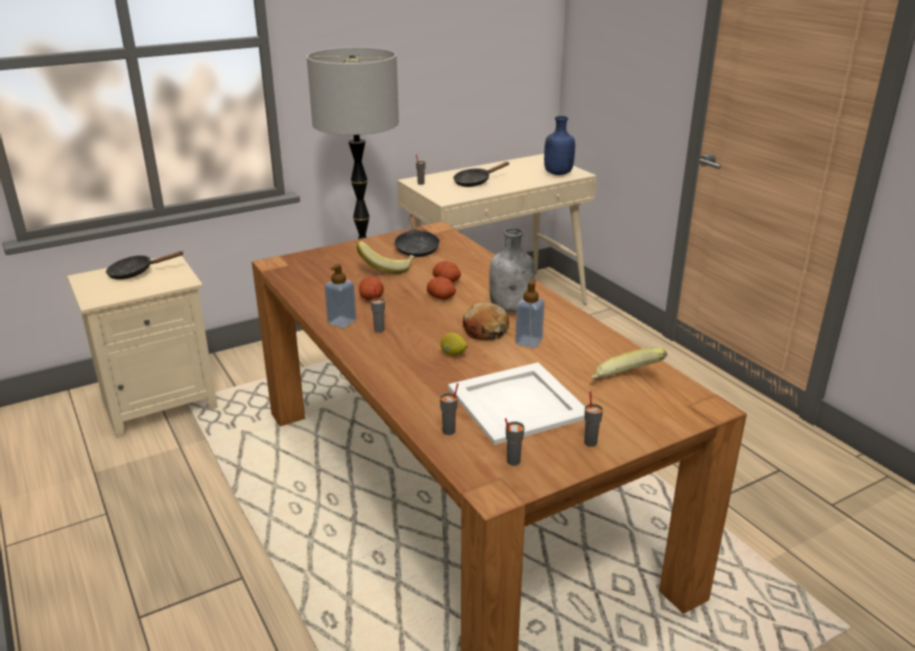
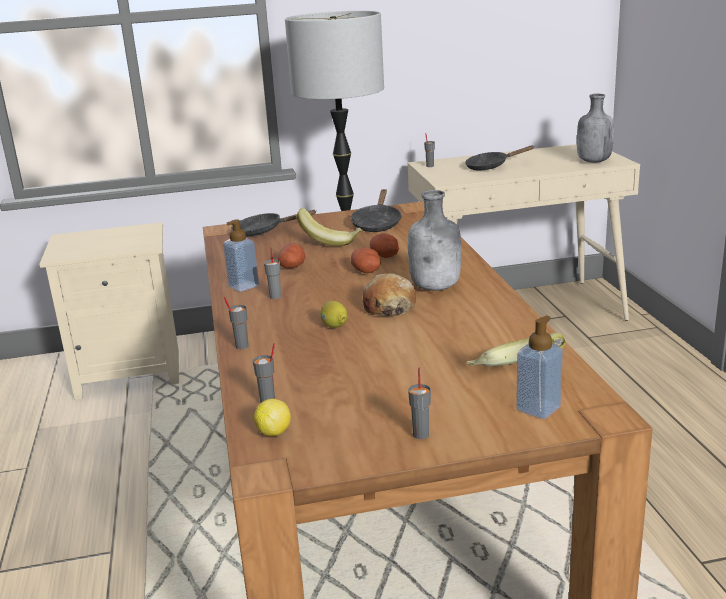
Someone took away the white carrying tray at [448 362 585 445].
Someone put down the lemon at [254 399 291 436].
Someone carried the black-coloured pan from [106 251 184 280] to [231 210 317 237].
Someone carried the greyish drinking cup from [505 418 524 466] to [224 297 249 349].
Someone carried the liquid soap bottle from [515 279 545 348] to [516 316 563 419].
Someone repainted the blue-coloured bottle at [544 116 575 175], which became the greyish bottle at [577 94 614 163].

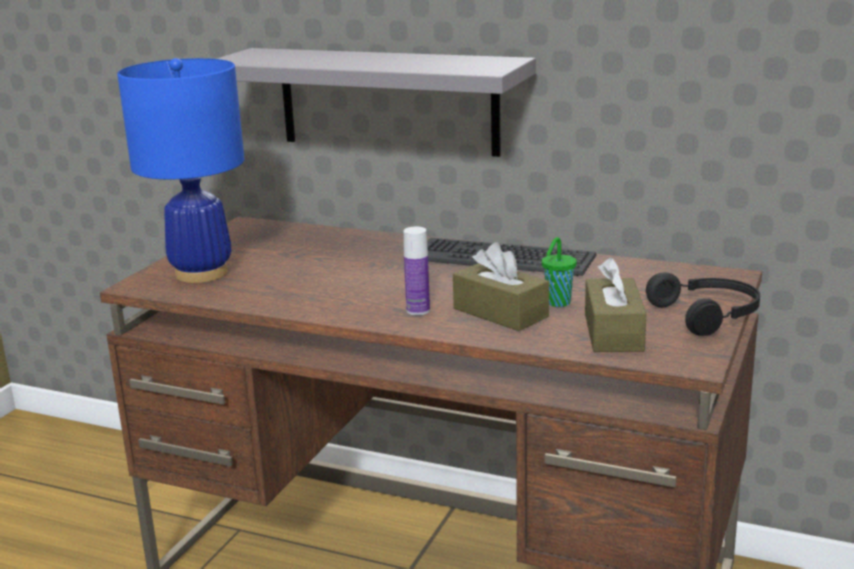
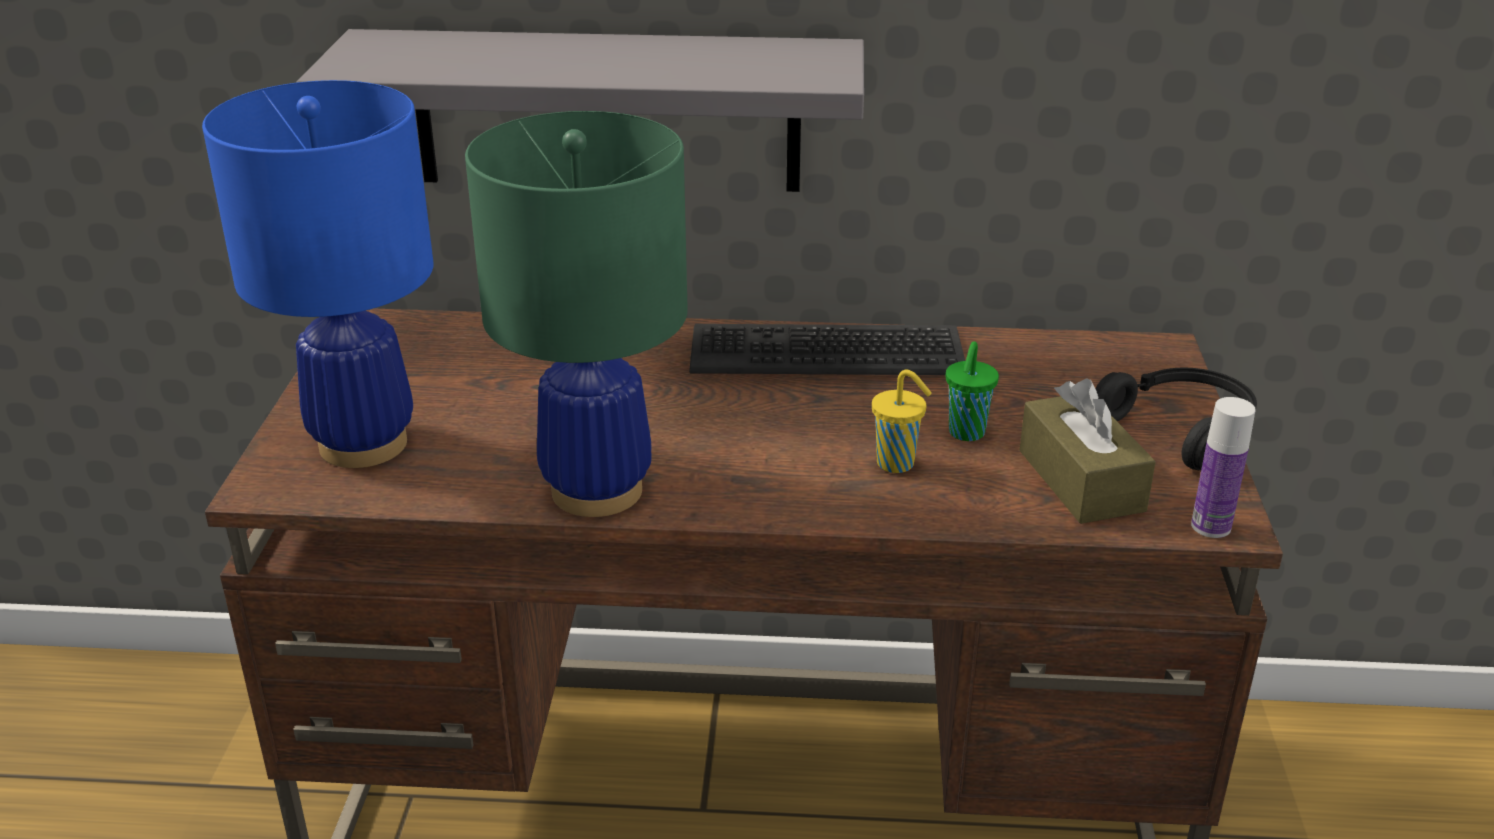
Someone put down the greenish tabletop lamp at [465 111 688 517].
Someone carried the bottle from [403 227 430 315] to [1191 397 1256 538].
Someone swapped the brownish tissue box at [453 242 549 331] for the yellow drinking cup at [872 369 932 473].

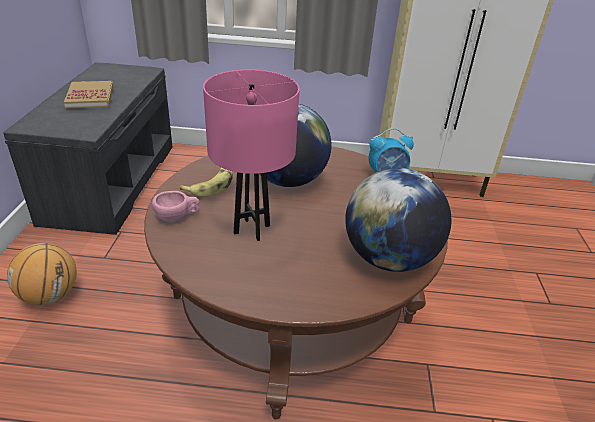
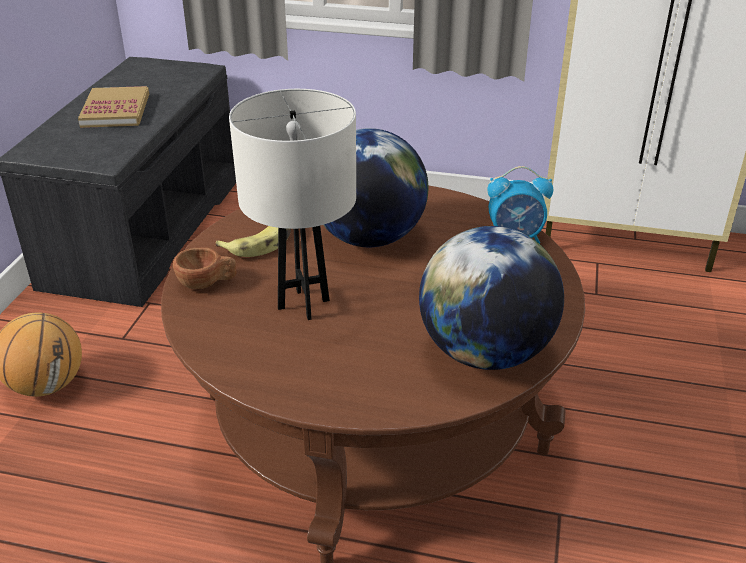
Someone repainted the pinkish drinking cup at [152 191 200 222], which became the brownish drinking cup at [173 247 237 289].
Someone repainted the pinkish tabletop lamp at [203 69 300 241], which became the white tabletop lamp at [229 89 356 320].

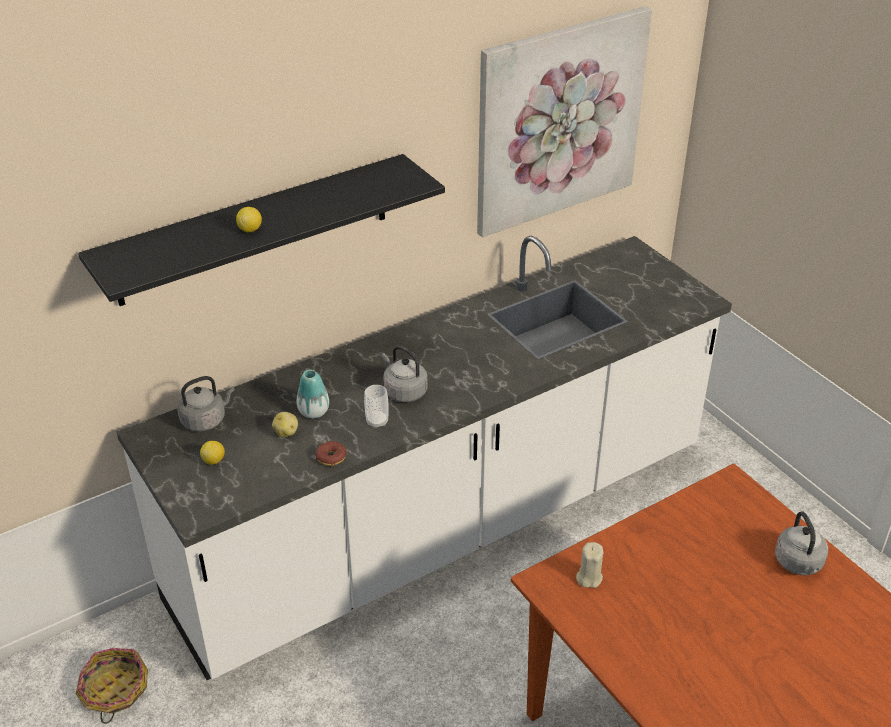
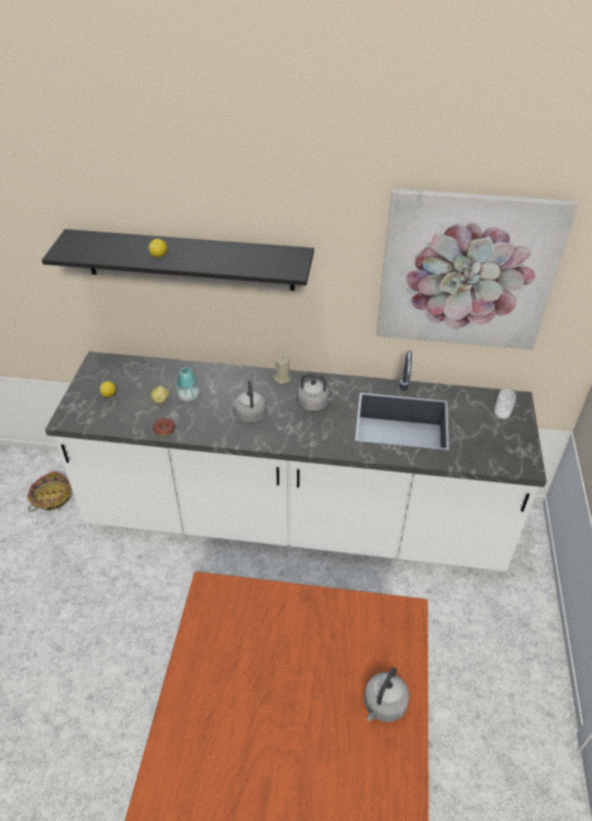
Someone carried the greyish water kettle from [177 376 235 431] to [297 374 339 412].
Someone carried the drinking cup from [364 385 389 428] to [494 389 516 420].
Someone carried the beige-coloured wax light from [576 542 603 588] to [274 355 291 384].

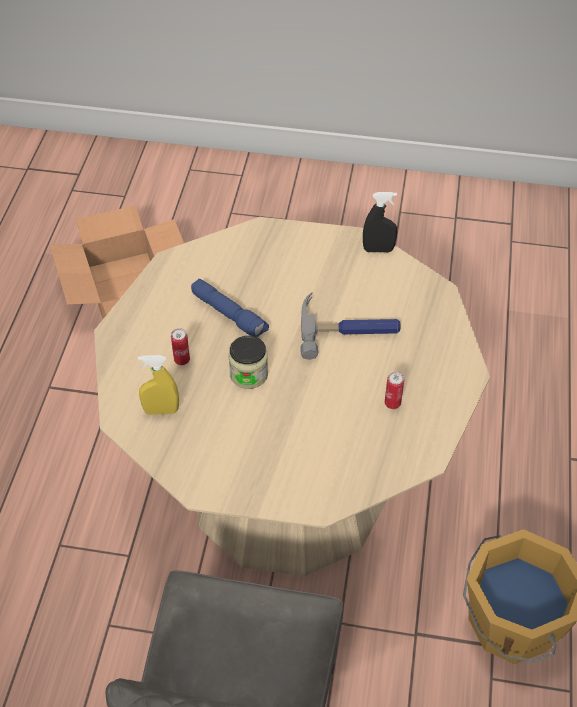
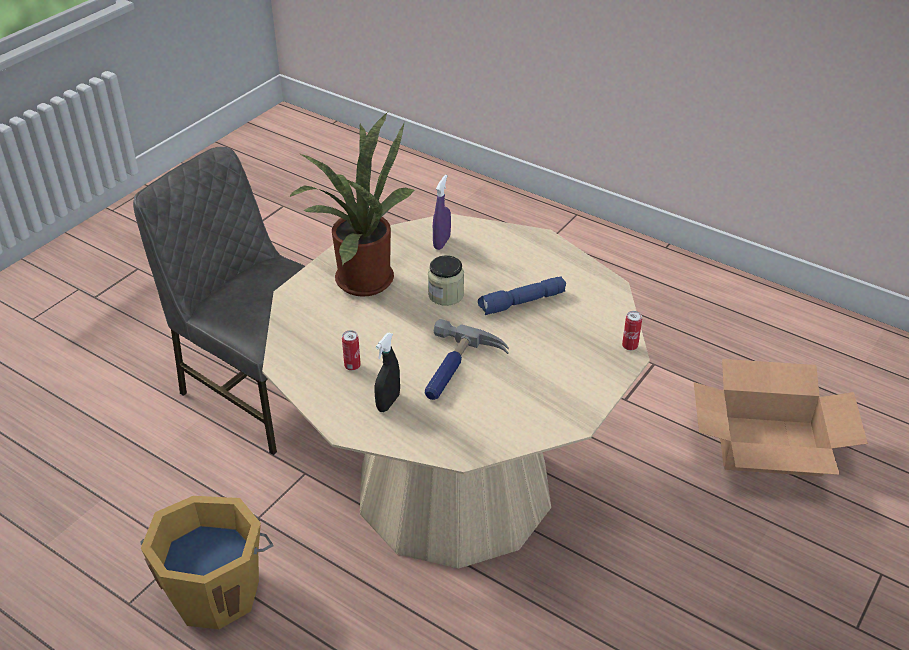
Someone put down the houseplant at [289 112 416 297].
Someone carried the metal can from [171 328 190 365] to [622 311 642 350].
Someone carried the black-coloured hand sprayer from [363 192 397 252] to [374 333 400 412].
Someone repainted the yellow hand sprayer at [138 355 179 415], which became the purplish hand sprayer at [433 175 451 250].

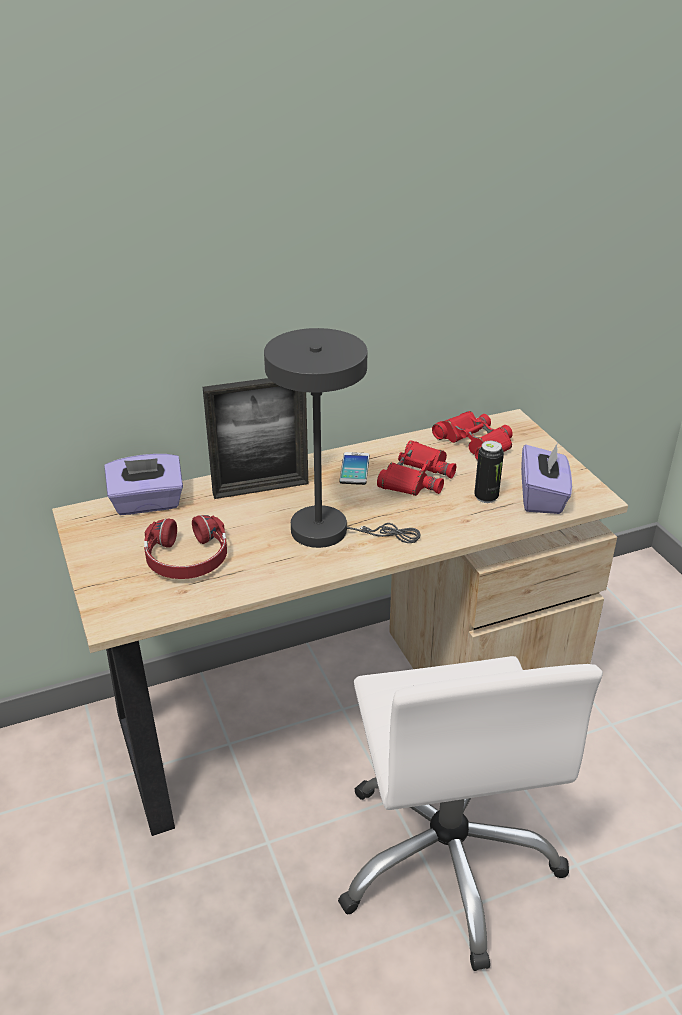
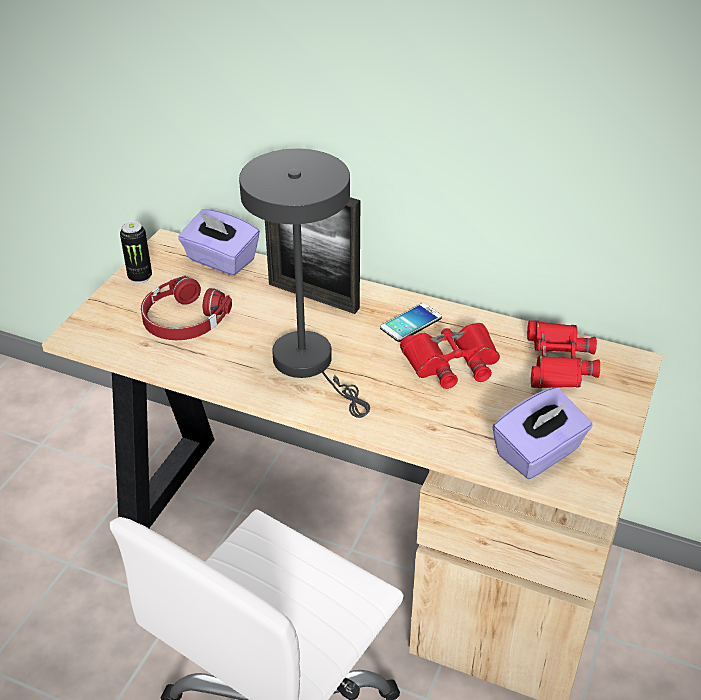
Someone carried the metal can from [474 441 504 503] to [120 221 152 283].

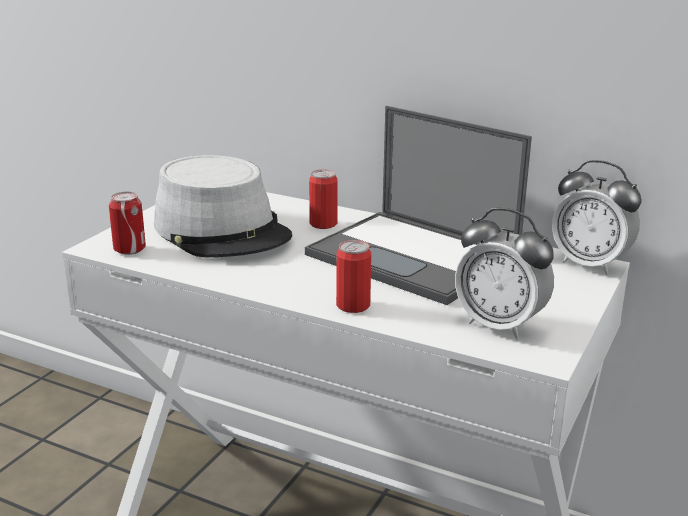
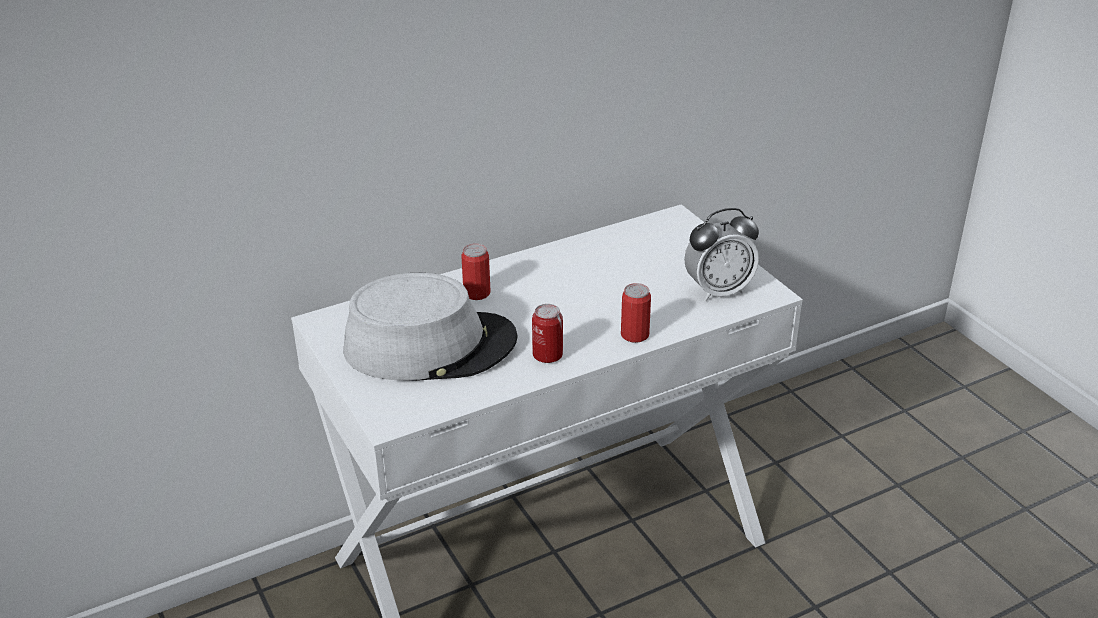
Someone took away the portable computer at [305 106 532 305].
Someone took away the alarm clock at [552 160 641 275].
Someone carried the metal can from [109 192 146 255] to [532 304 563 363].

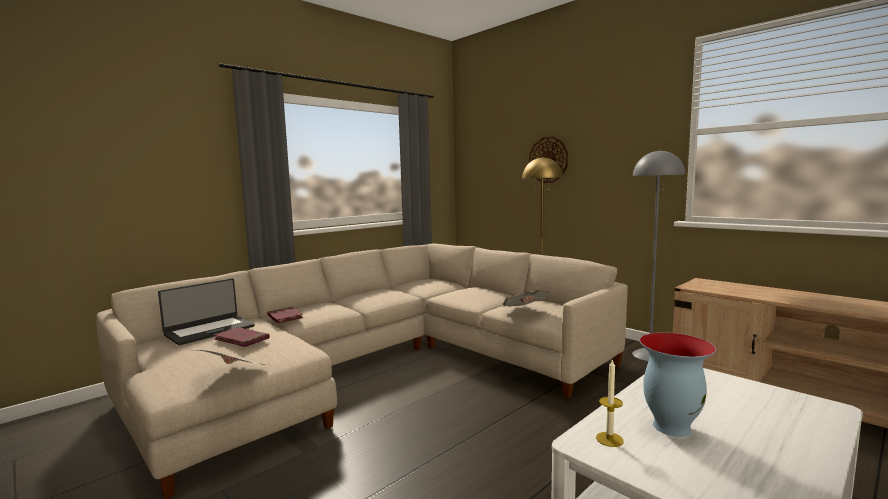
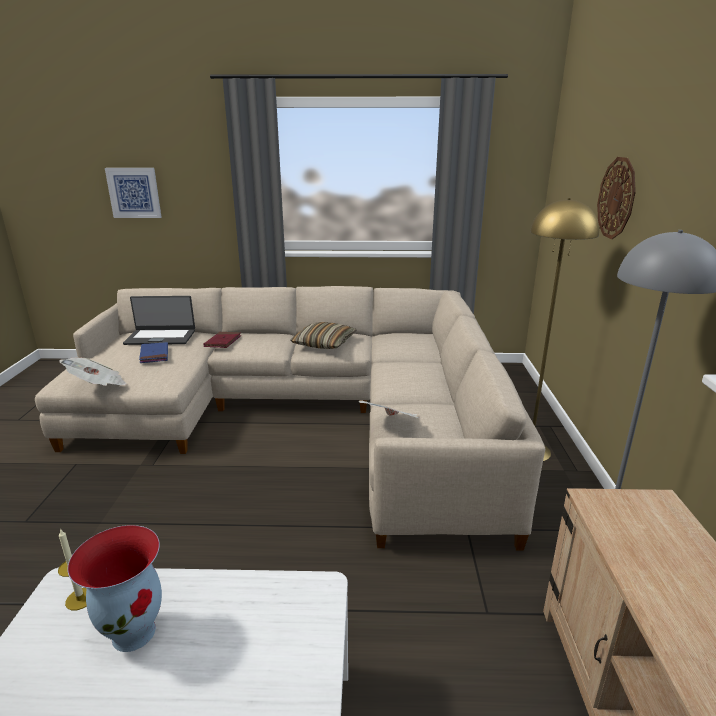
Someone put up the picture at [105 168 162 218].
Someone put down the pillow at [290 322 357 349].
Someone repainted the reddish volume at [214 327 270 347], which became the blue-coloured volume at [139 342 168 363].

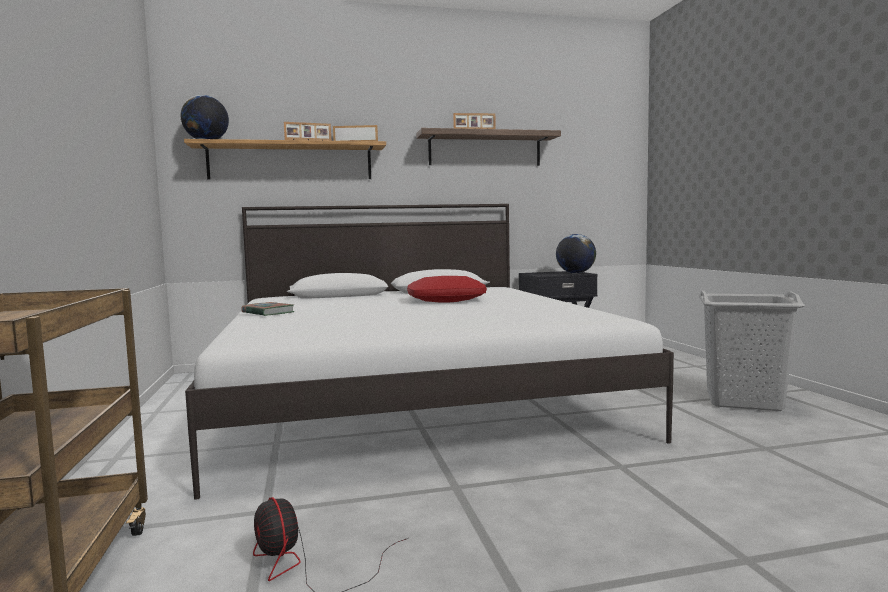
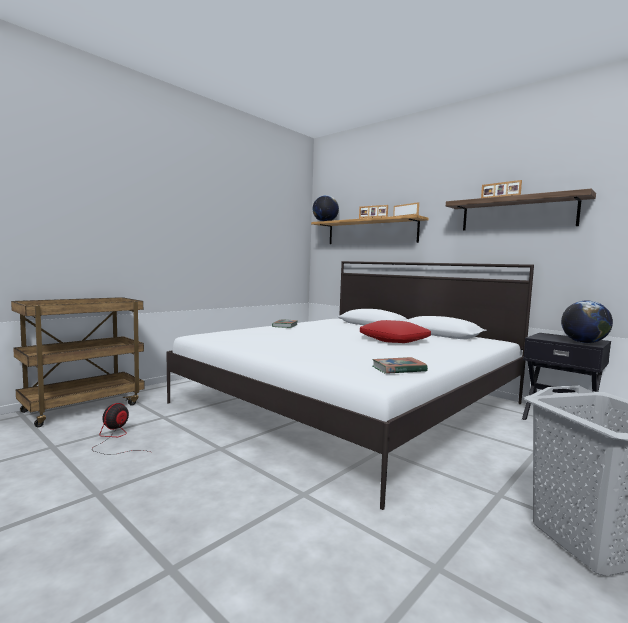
Someone put down the volume at [372 357 428 374].

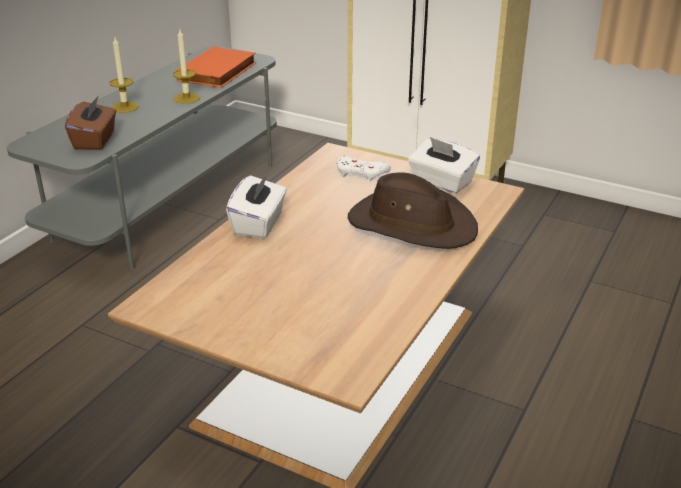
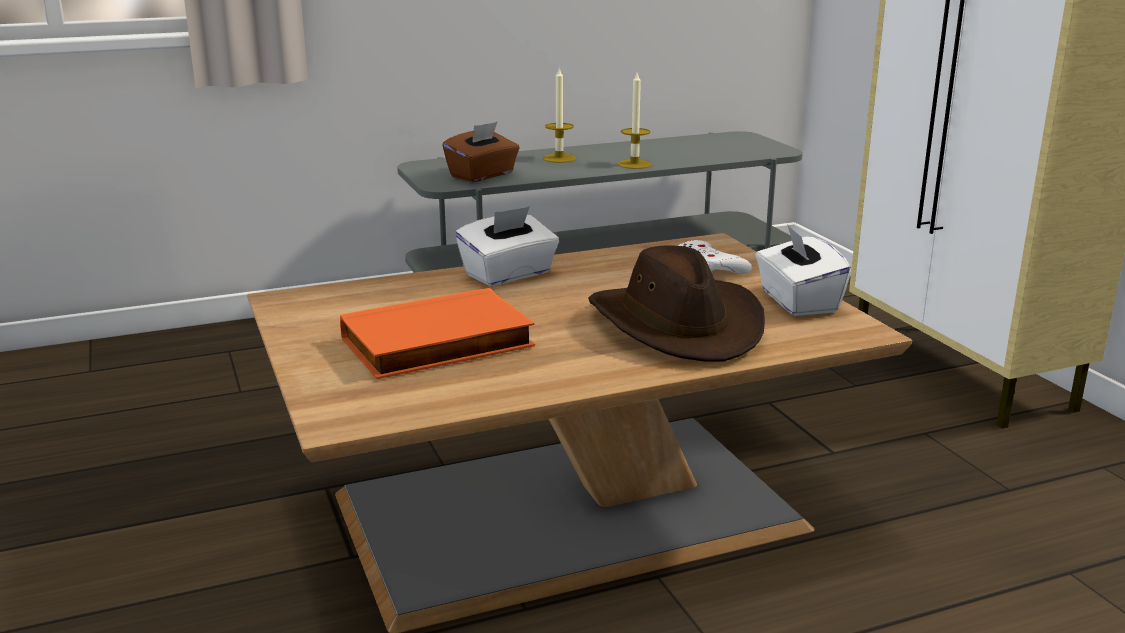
Someone carried the orange volume from [177 46 256 88] to [340 288 535 379].

